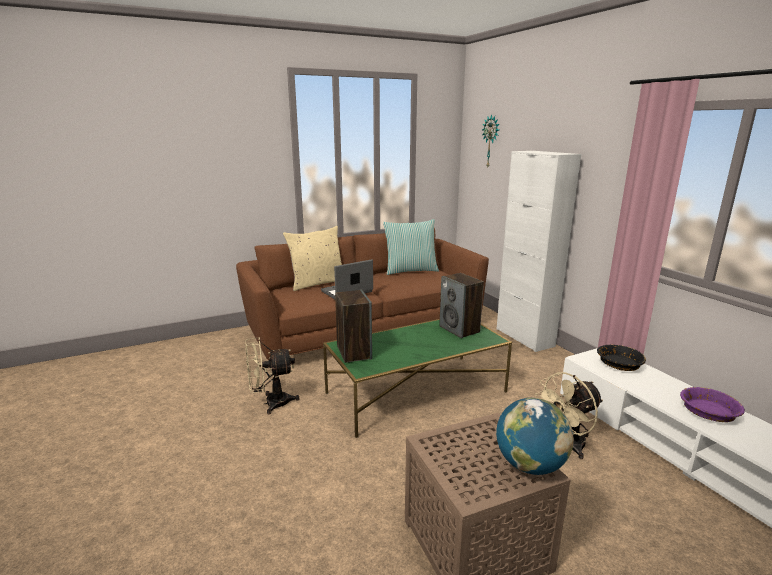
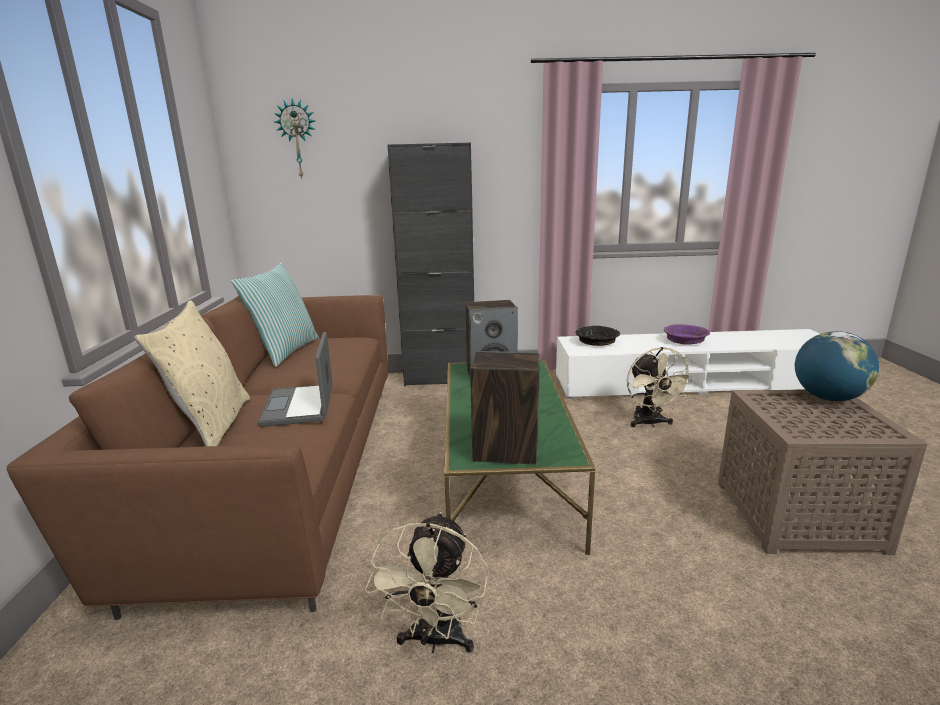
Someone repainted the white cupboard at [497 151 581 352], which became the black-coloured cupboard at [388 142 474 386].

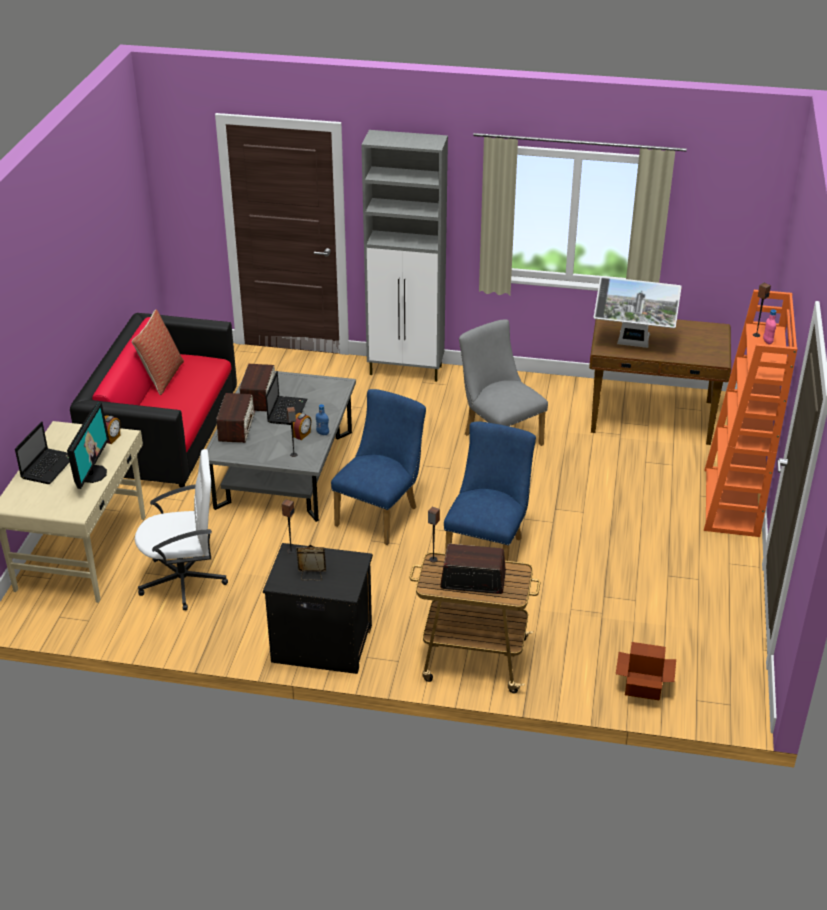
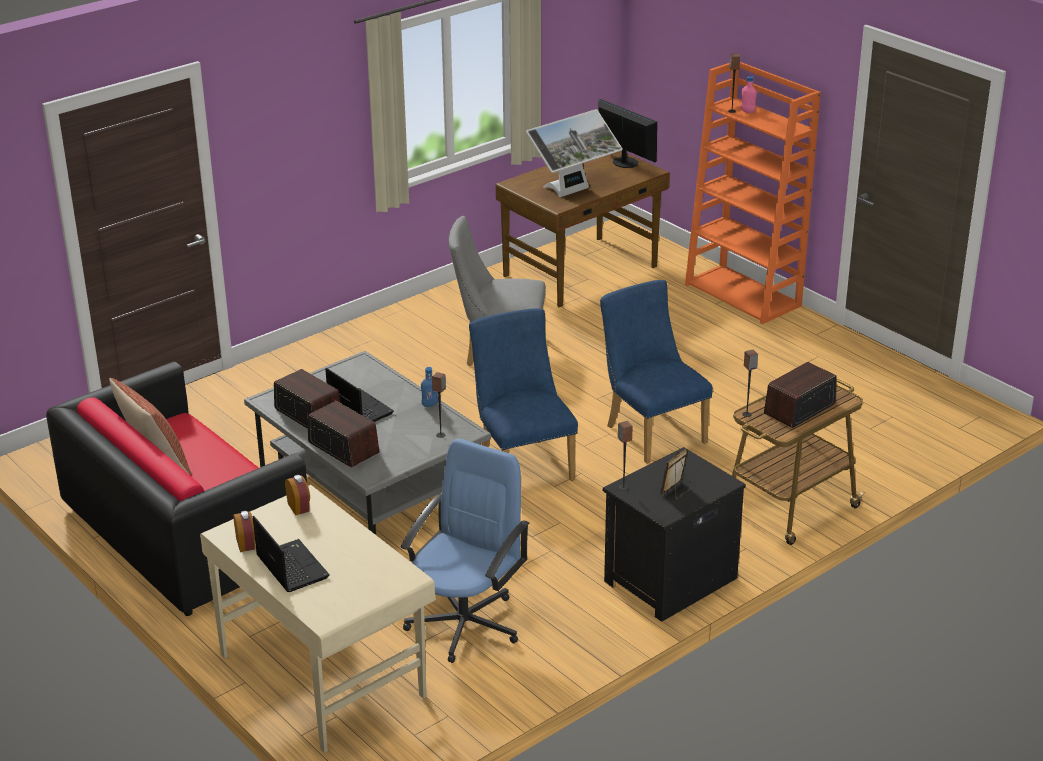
Someone took away the greyish cupboard at [361 130 448 382].
Someone took away the carton at [616 642 676 700].
Someone carried the computer display from [67 402 109 489] to [598 99 657 168].
Someone carried the alarm clock from [293 413 312 440] to [233 511 255 552].
Someone repainted the white office chair at [134 449 228 610], which became the blue-coloured office chair at [401 439 530 663].

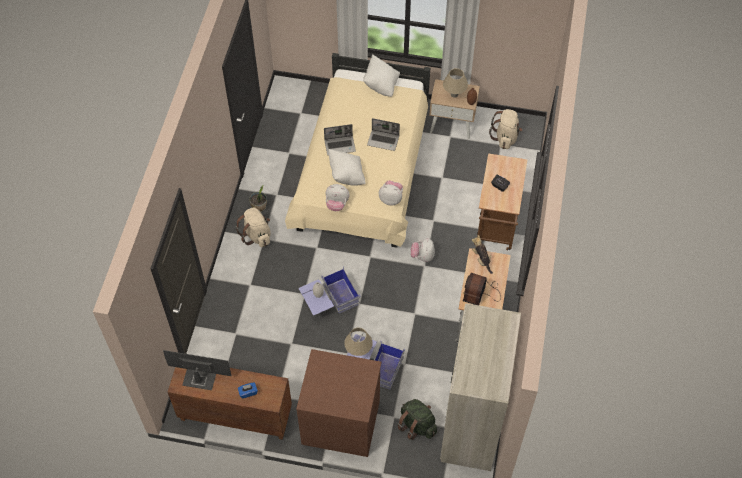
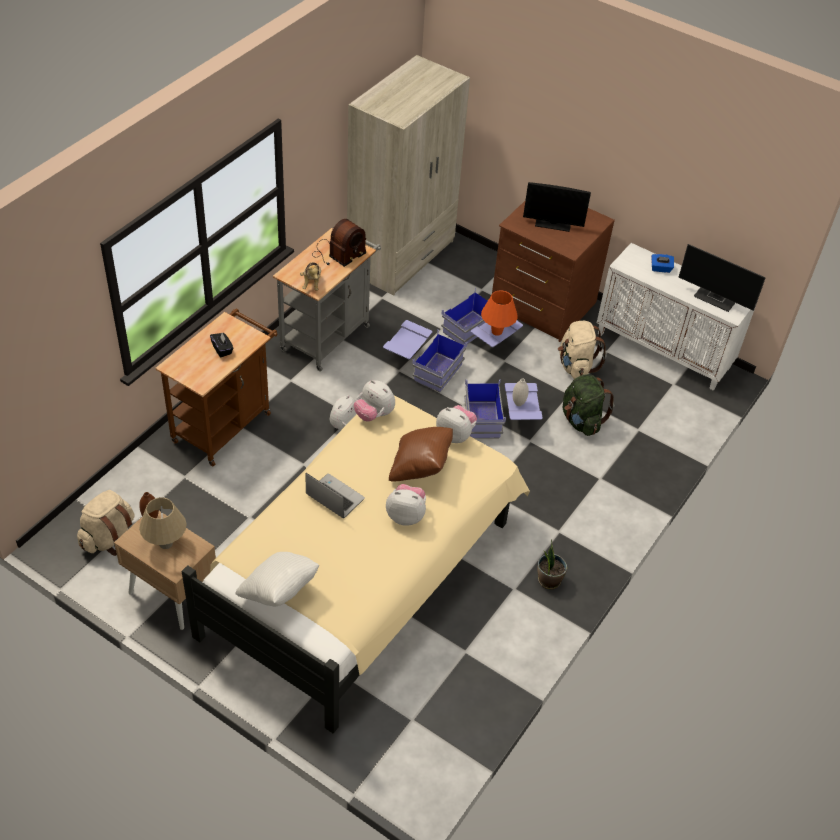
Someone put down the blue-coloured storage bin at [383 320 468 393].
Someone put down the computer display at [523 182 591 232].
Someone carried the beige-coloured backpack from [236 207 271 247] to [558 321 607 379].
Someone carried the greenish backpack from [397 399 437 440] to [563 374 614 436].
Someone swapped the portable computer at [324 124 356 155] for the cuddly toy at [386 484 426 526].
Someone repainted the brownish cupboard at [168 367 292 440], which became the white cupboard at [597 243 756 390].
Someone repainted the white pillow at [329 149 365 186], which became the brownish pillow at [389 427 453 482].
Someone repainted the beige-coloured tabletop lamp at [344 328 372 356], which became the orange tabletop lamp at [481 290 518 336].

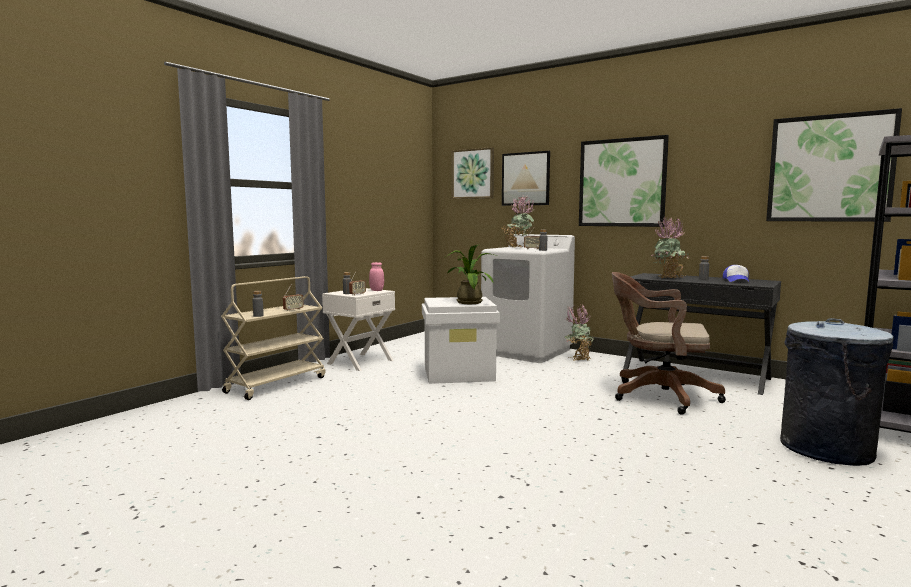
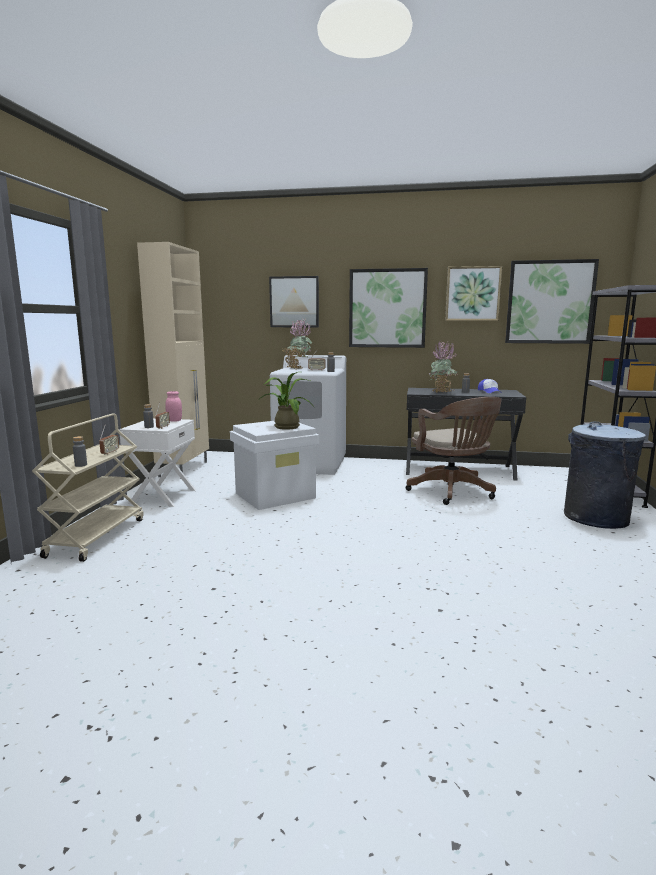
Someone took away the houseplant at [564 304 595 361].
Someone put down the beige-coloured cupboard at [137 242 209 479].
Someone carried the picture from [451 147 494 199] to [445 266 502 321].
Someone rotated the brownish office chair at [612 272 726 415] by 105 degrees counterclockwise.

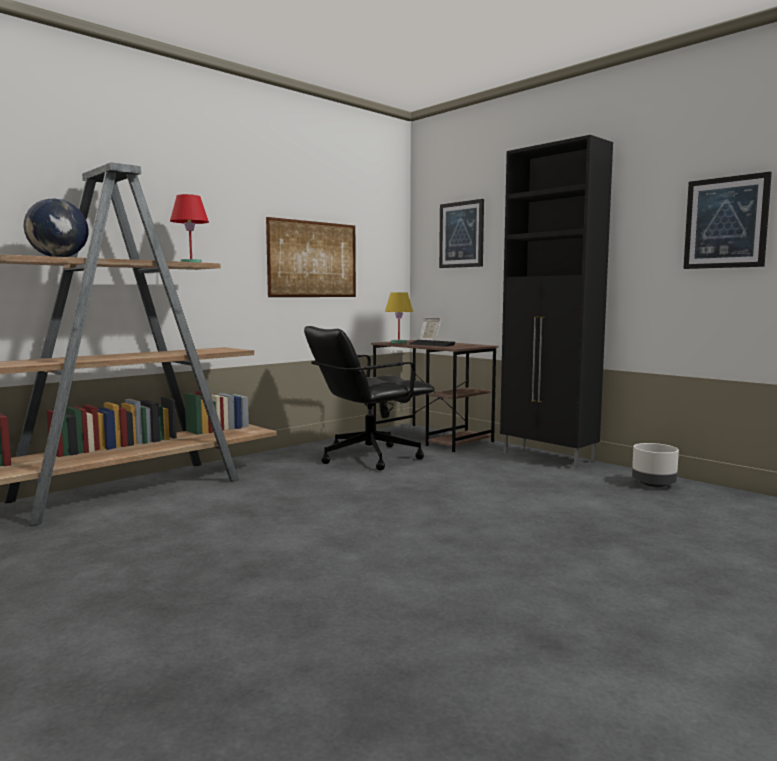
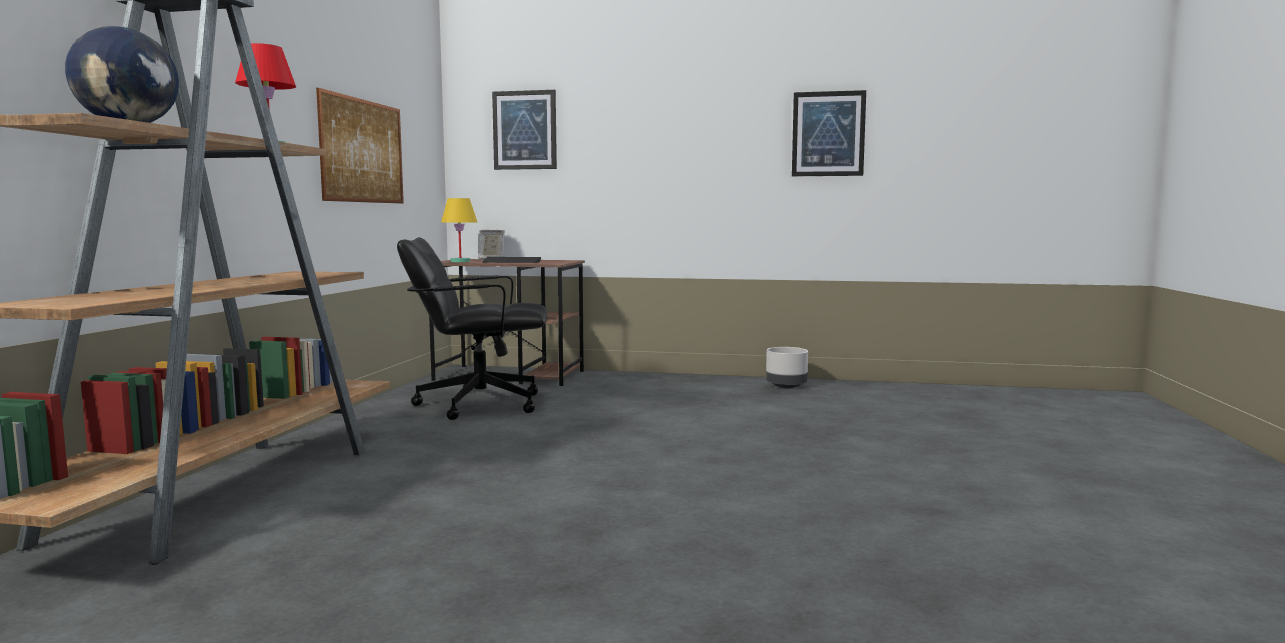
Someone took away the black-coloured cupboard at [500 135 613 469].
Someone rotated the black-coloured office chair at [304 326 434 470] by 60 degrees clockwise.

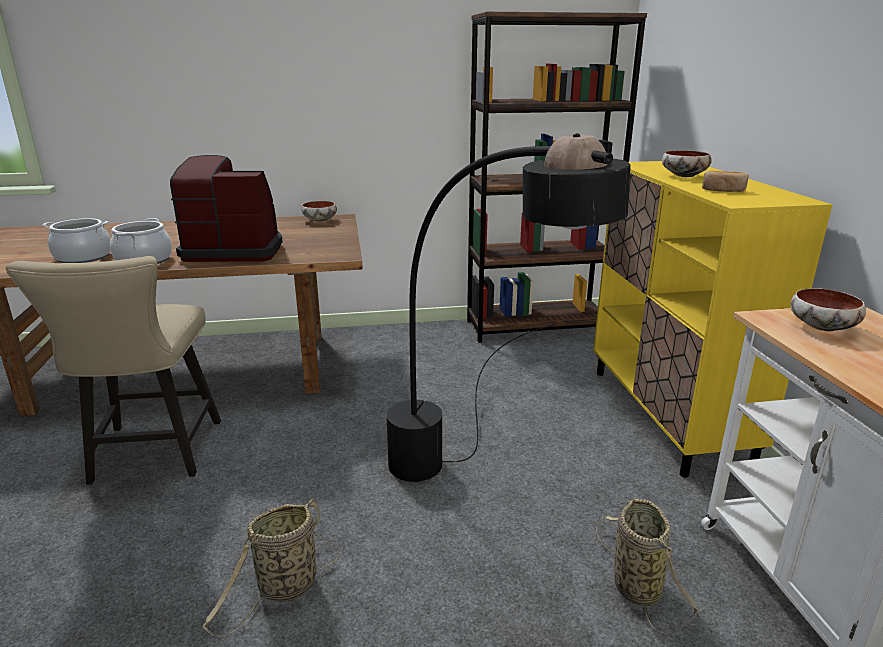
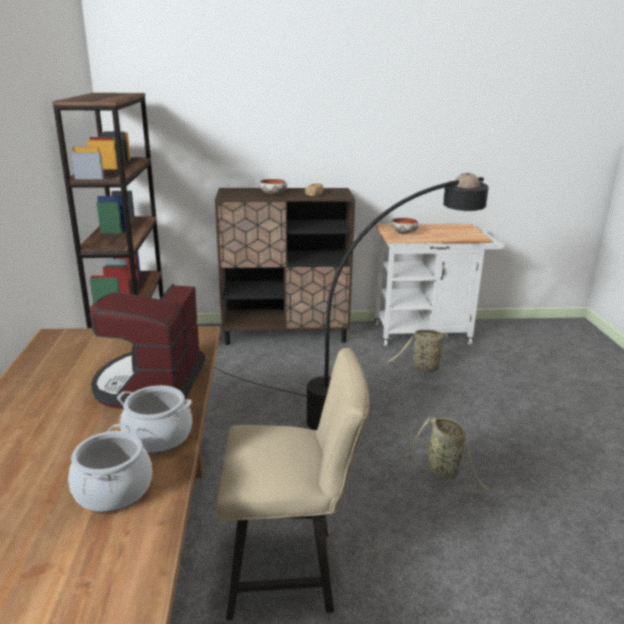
Someone took away the bowl at [301 201 337 222].
Someone repainted the yellow cupboard at [593 161 833 478], which became the brownish cupboard at [215 188 355 345].

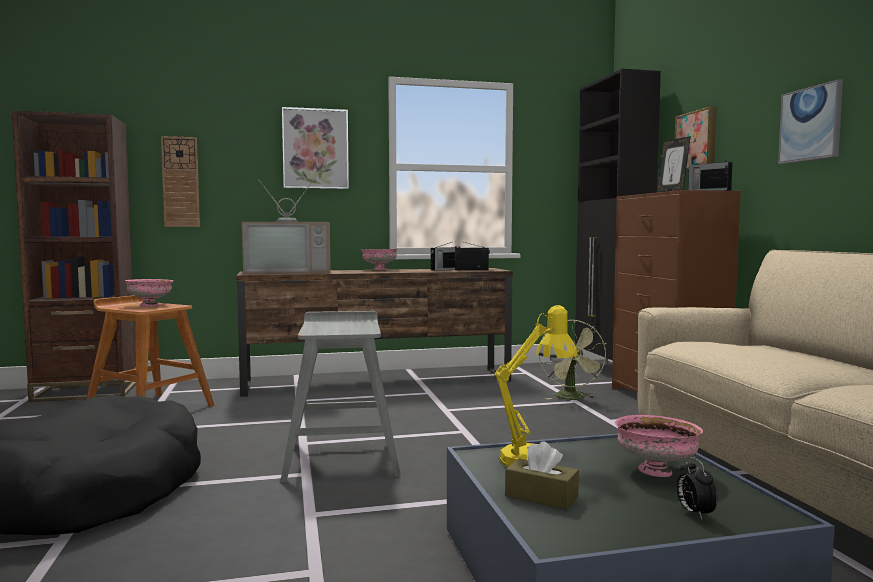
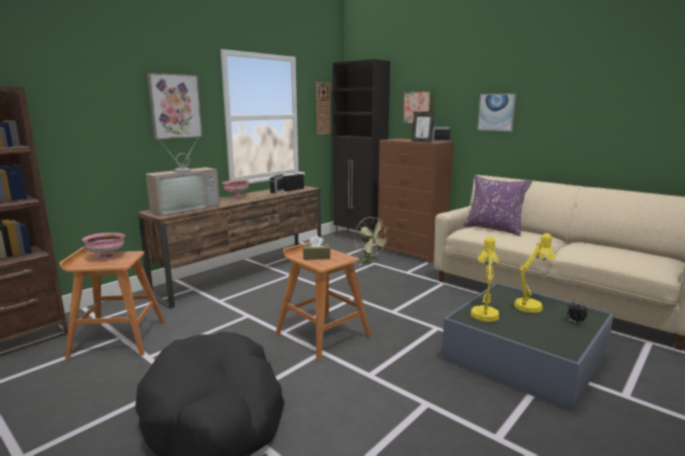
Someone put down the purplish pillow at [463 175 532 236].
Someone carried the wall clock from [161 136 200 227] to [316 82 331 135].
Someone carried the brownish tissue box from [505 441 579 510] to [303 235 330 260].
Someone swapped the pinkish bowl at [615 415 703 477] for the yellow tabletop lamp at [514 233 555 313].
Someone repainted the greyish stool seat at [280 311 401 482], which became the brownish stool seat at [275 242 372 362].

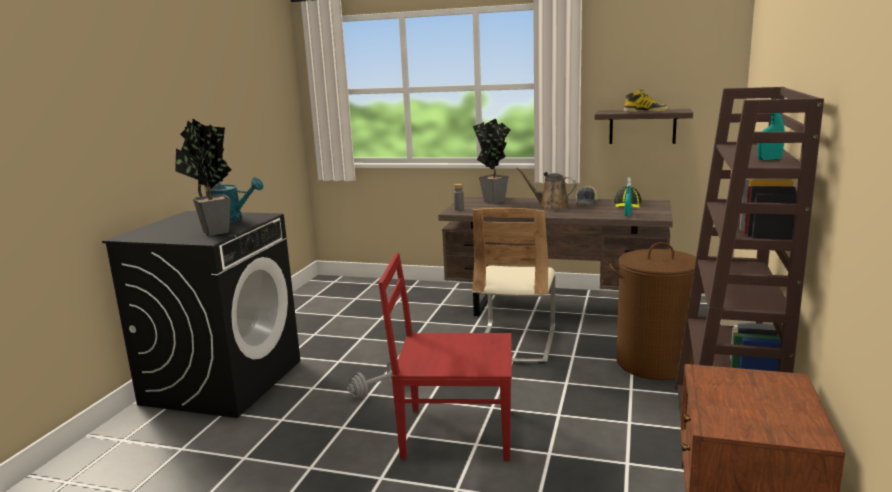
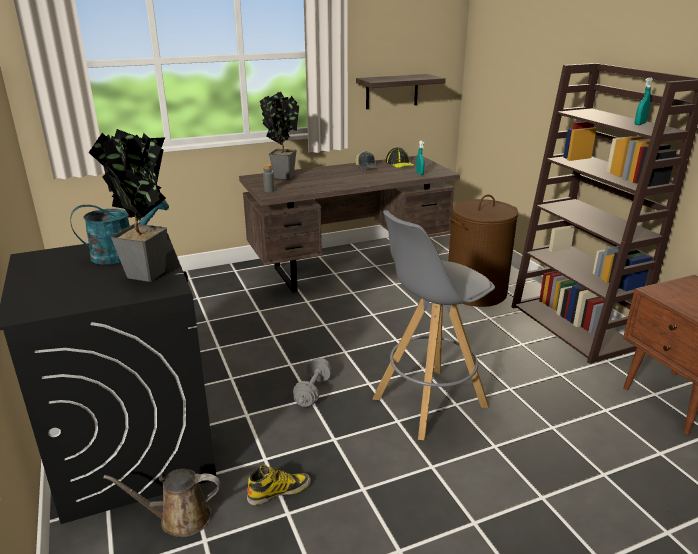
Someone took away the beige-coloured chair at [472 208 555 364].
Someone carried the brownish watering pot from [516 167 577 211] to [103 469 220 537].
Someone carried the boot from [624 89 669 112] to [247 464 311 505].
Someone swapped the reddish chair at [378 253 512 461] for the greyish stool seat at [372 210 495 440].

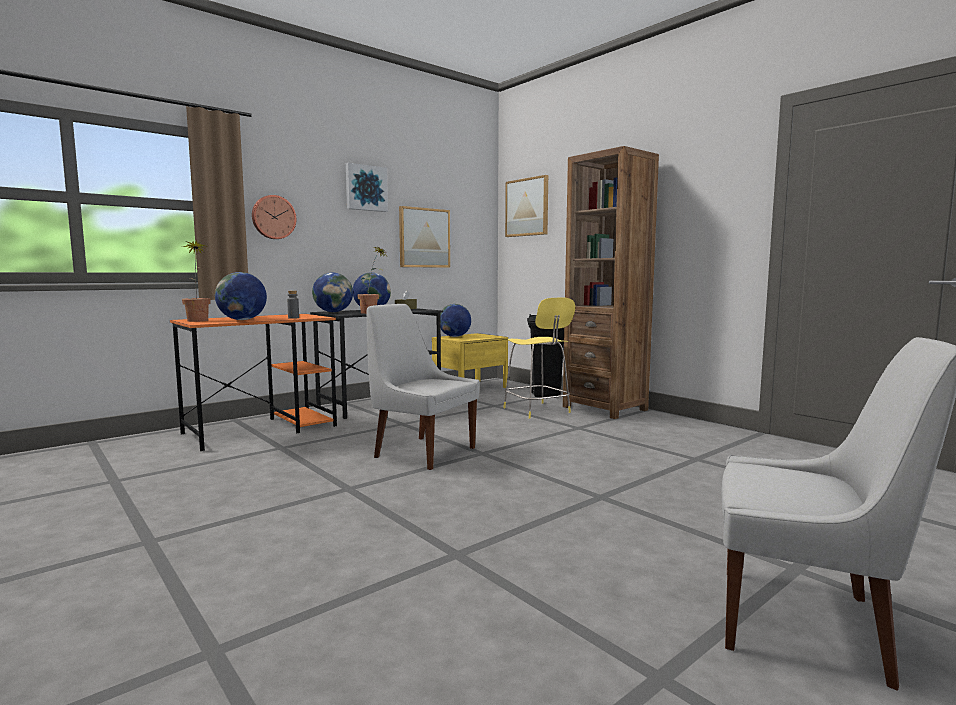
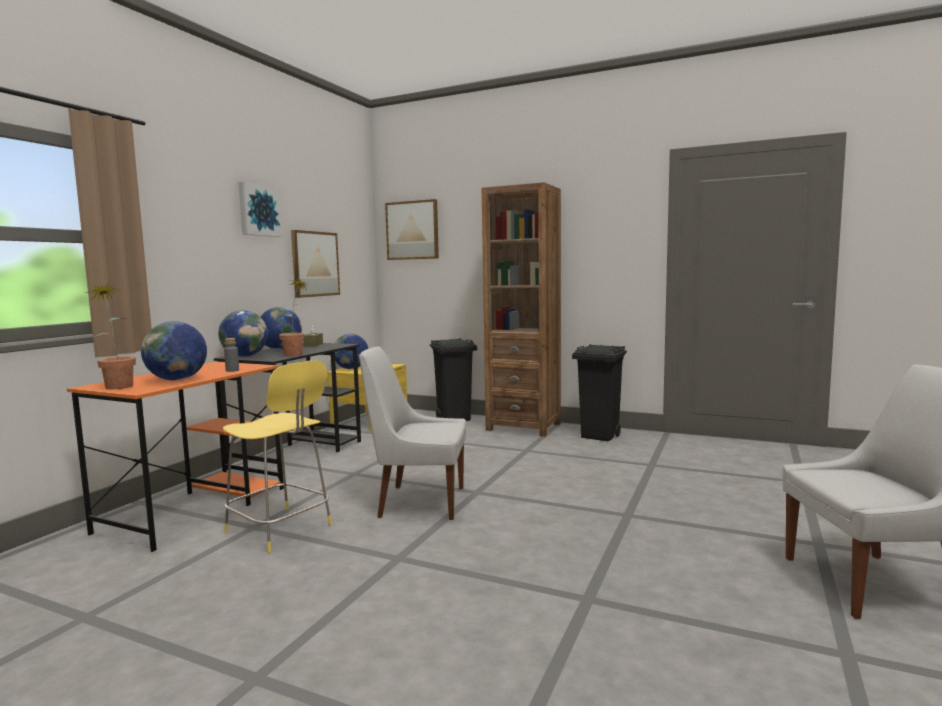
Someone took away the wall clock at [252 195 296 239].
Someone put down the black-coloured rubbish bin at [572 344 627 442].
Someone carried the yellow stool seat from [503 297 575 419] to [223 360 332 553].

